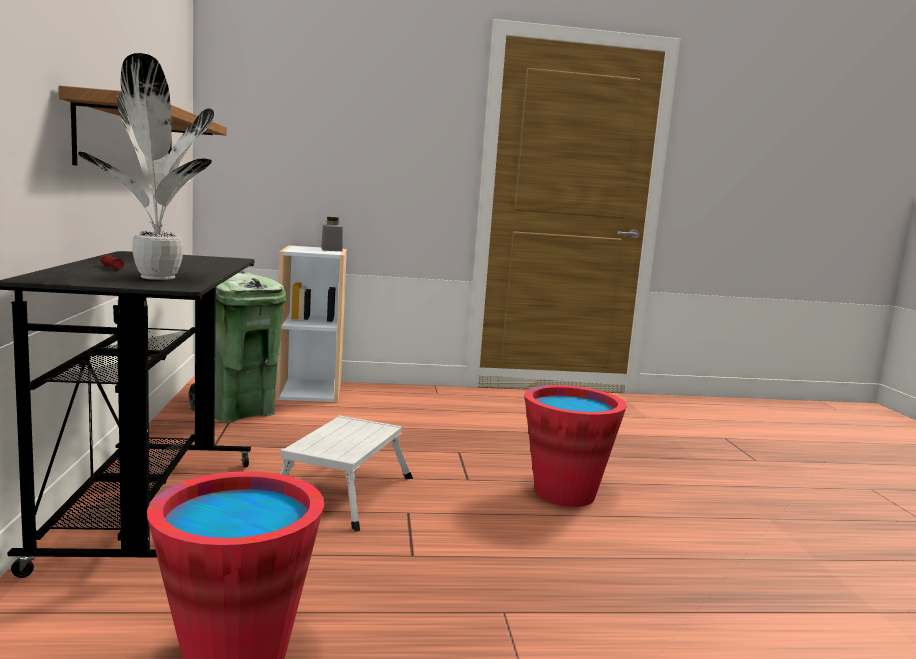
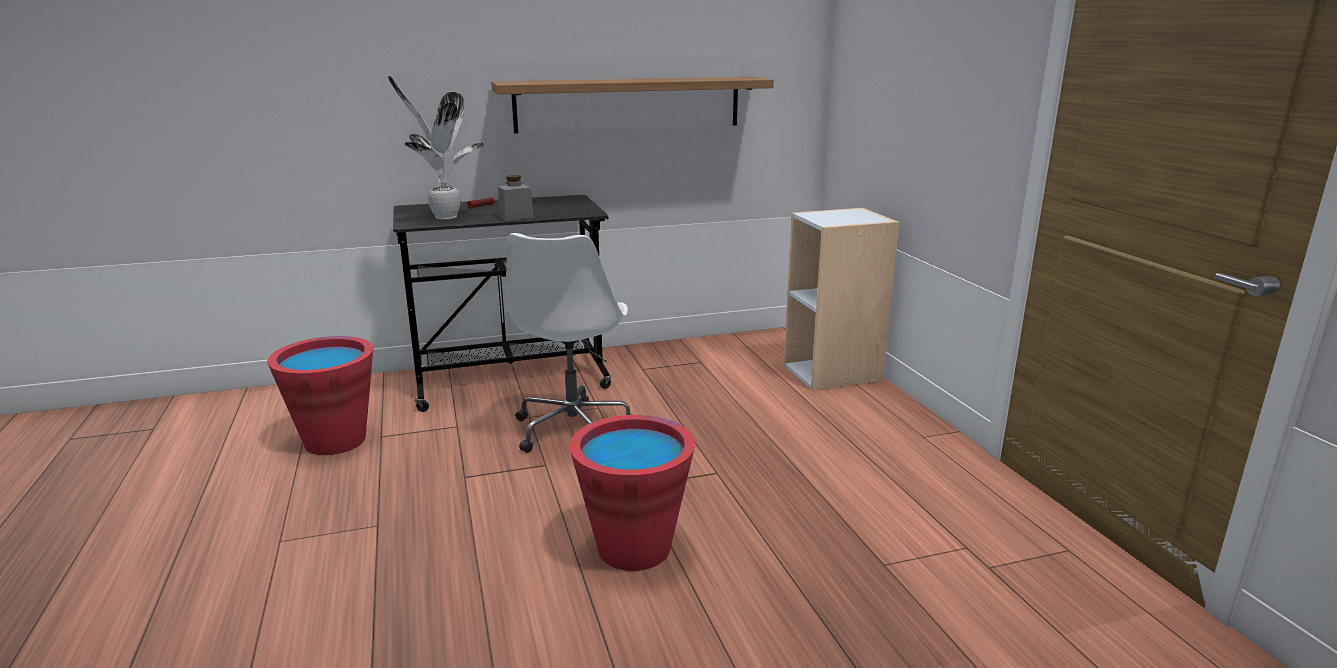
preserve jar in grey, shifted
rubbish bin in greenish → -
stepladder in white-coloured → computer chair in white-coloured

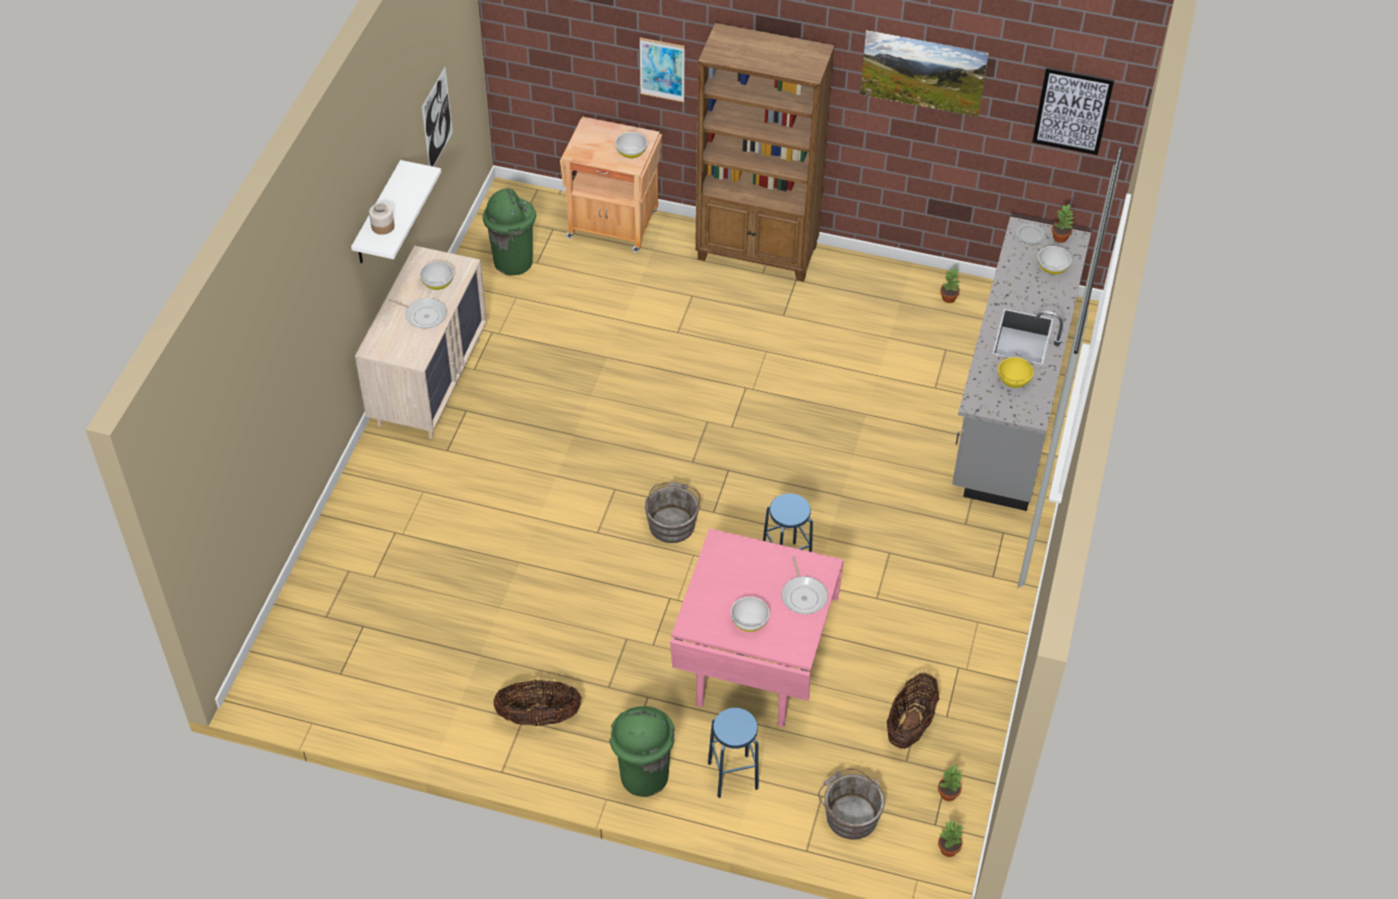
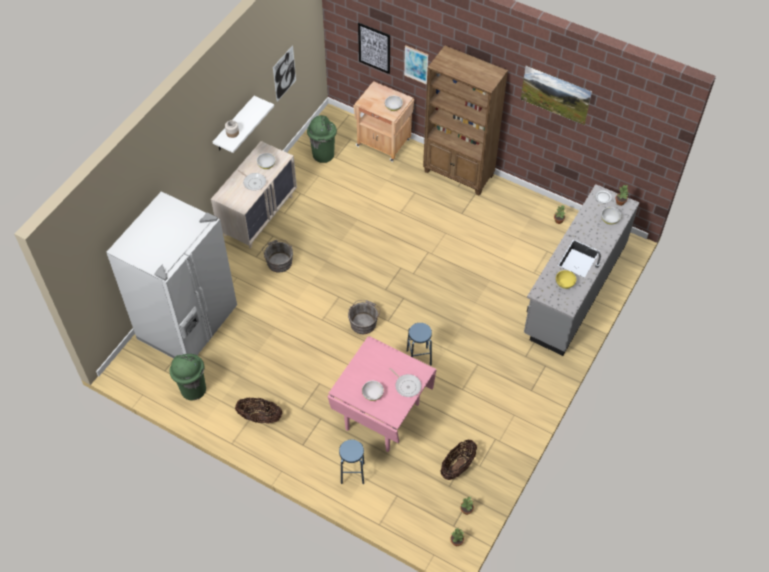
picture (no. 4 from left in the first image) → picture (no. 2 from left), shifted
skillet (no. 2 from left), 45 degrees counterclockwise
rubbish bin in greenish (no. 2 from left in the first image) → rubbish bin in greenish (no. 1 from left), shifted
bucket in grey (no. 2 from left in the first image) → bucket in grey (no. 1 from left), shifted
- → fridge in white-coloured

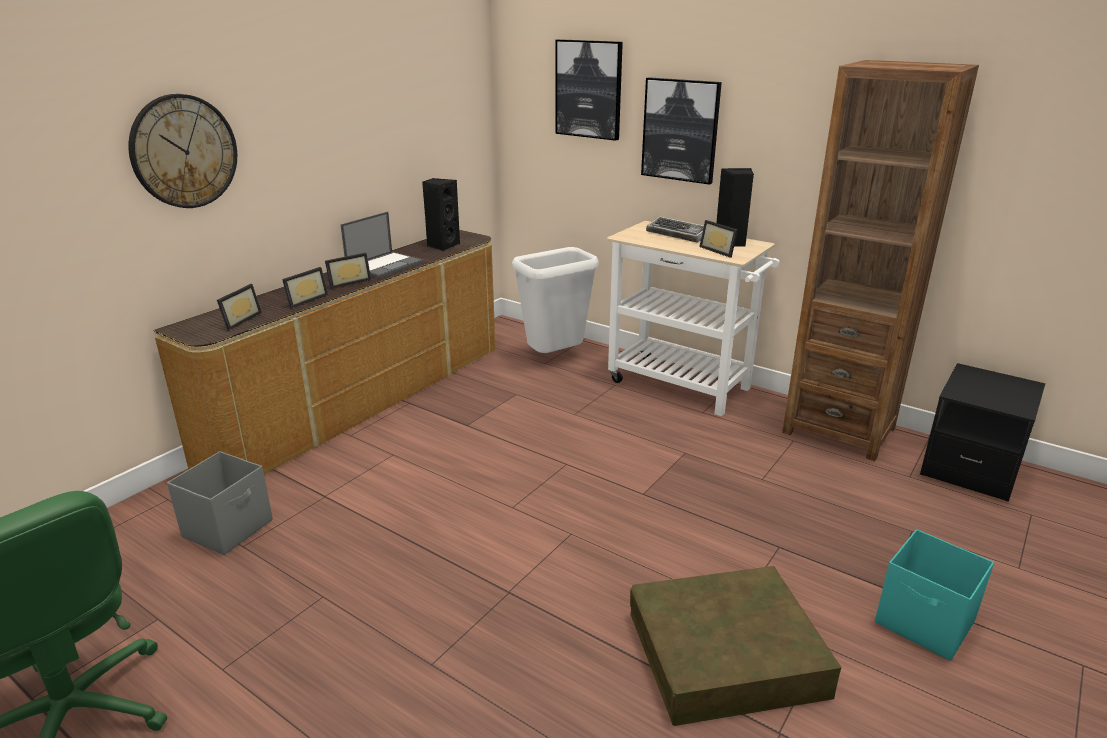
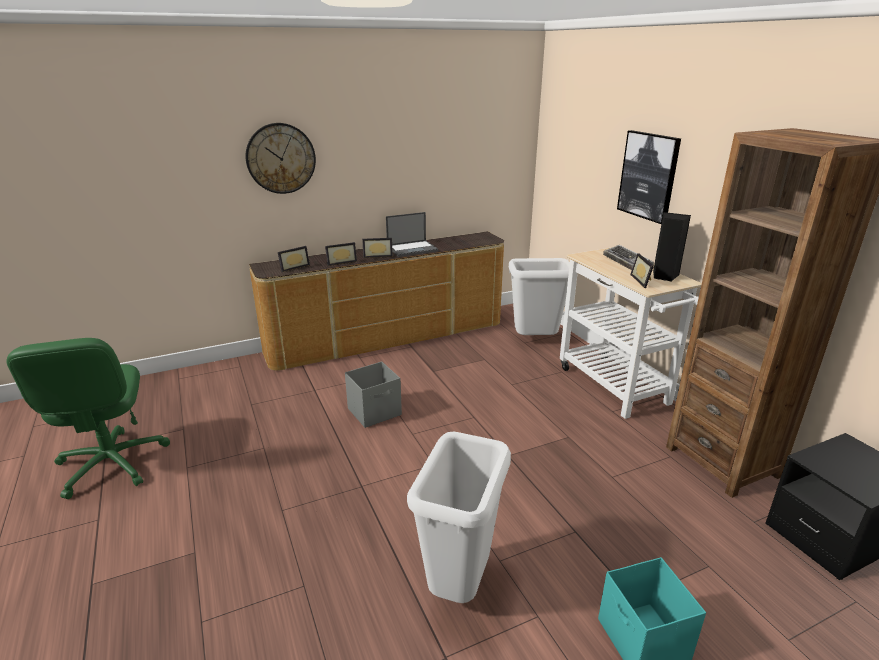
picture (no. 1 from left) → -
speaker in black-coloured (no. 1 from left) → -
storage bin in grey, shifted
storage bin in brown → rubbish bin in white-coloured (no. 1 from left)

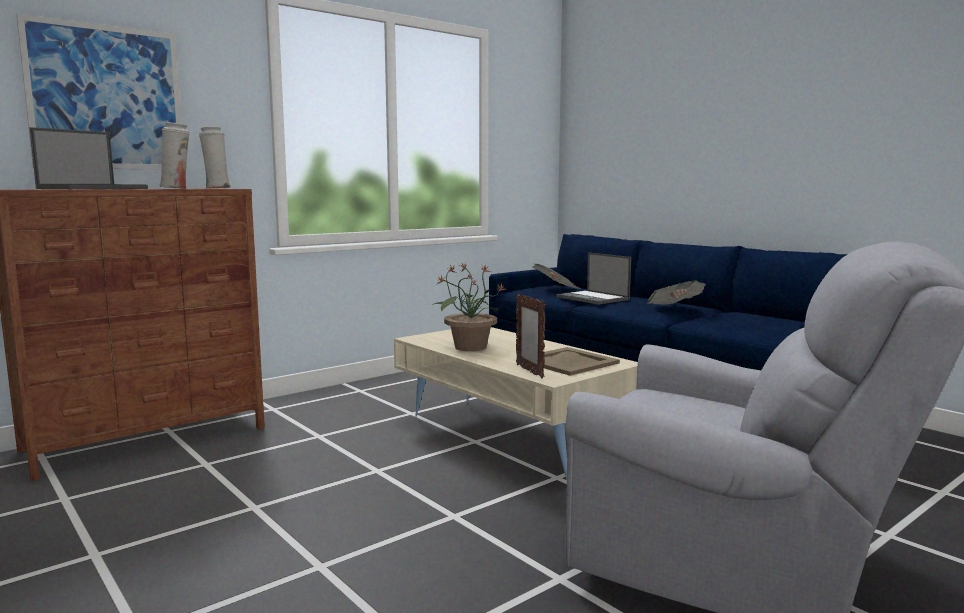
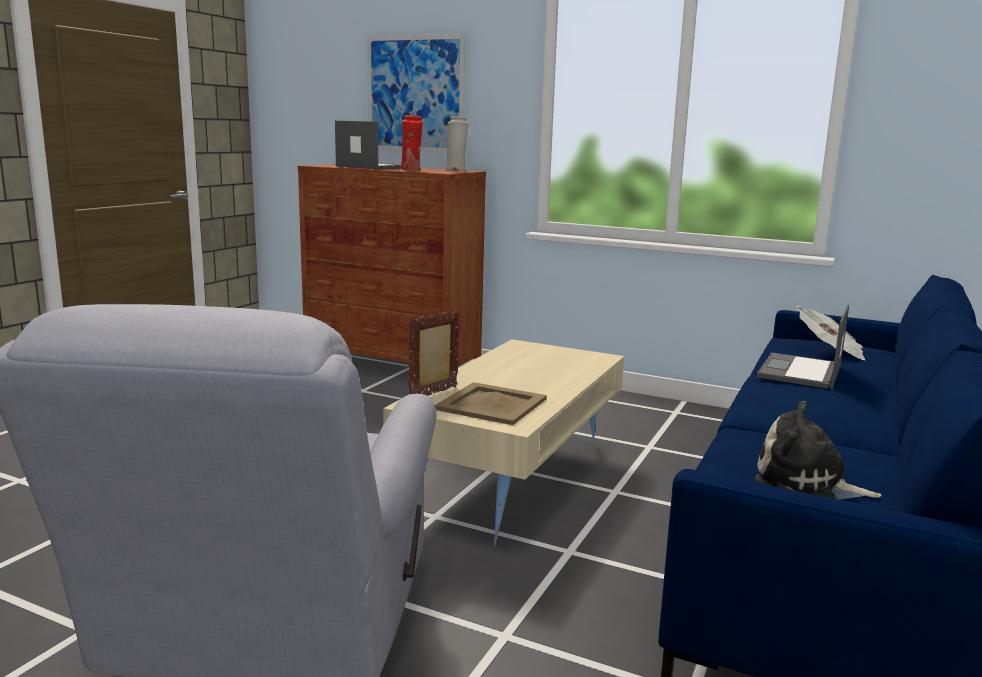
vase in white-coloured (no. 1 from left) → vase in red
laptop (no. 1 from left), 150 degrees counterclockwise
potted plant → -
printed paper (no. 2 from left) → -
- → cuddly toy

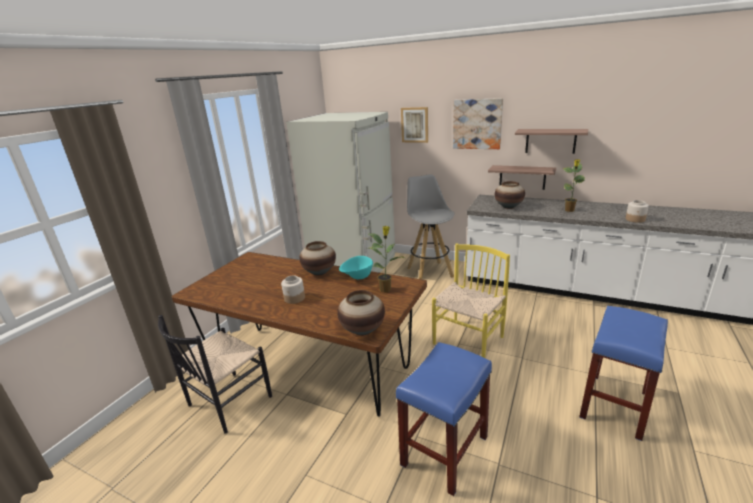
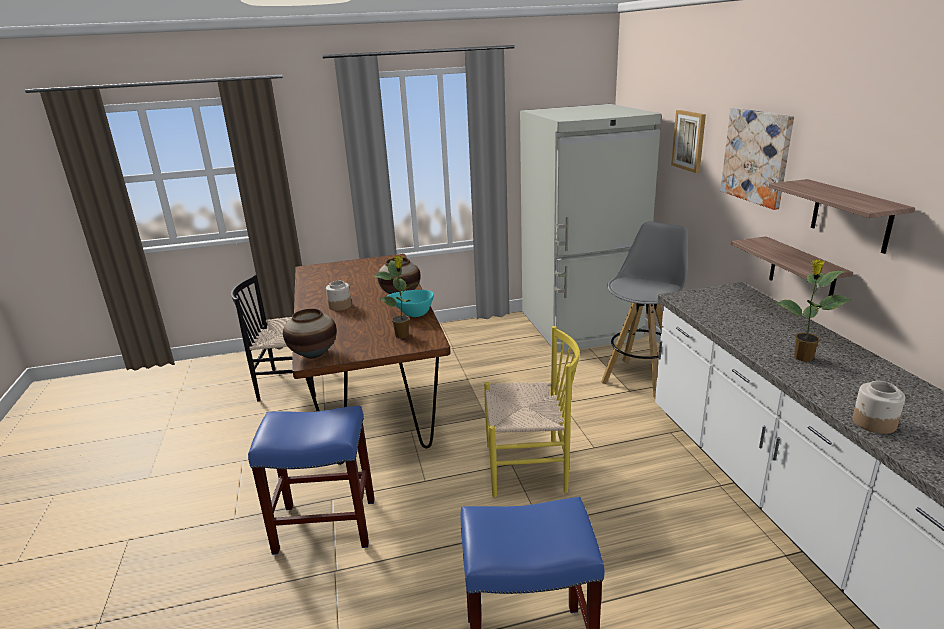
vase (no. 3 from left) → -

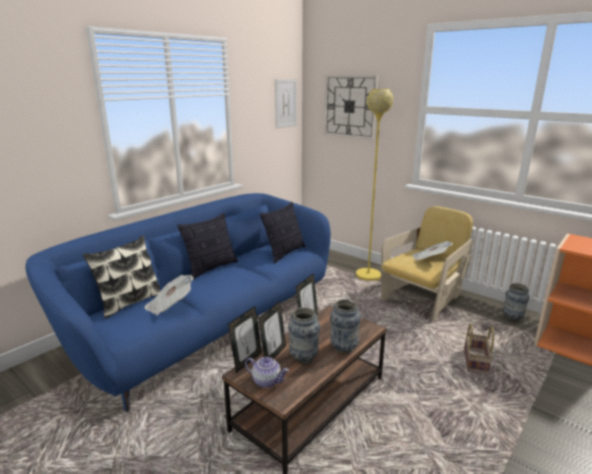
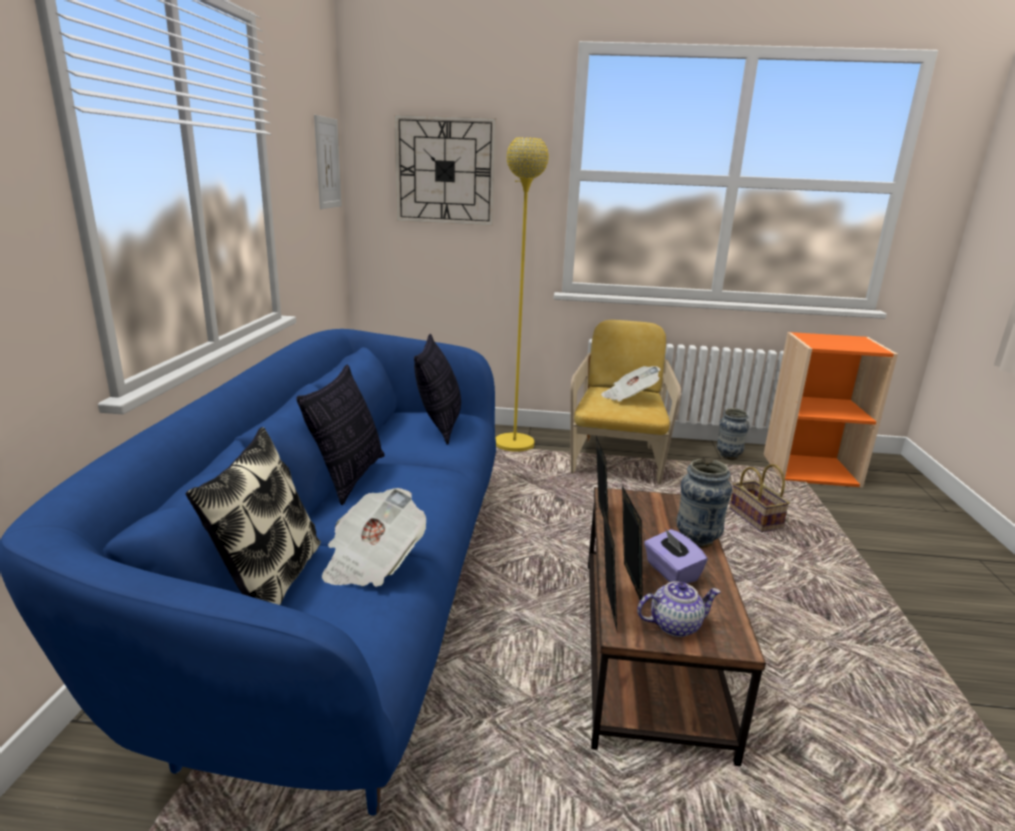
vase (no. 1 from left) → tissue box in purplish

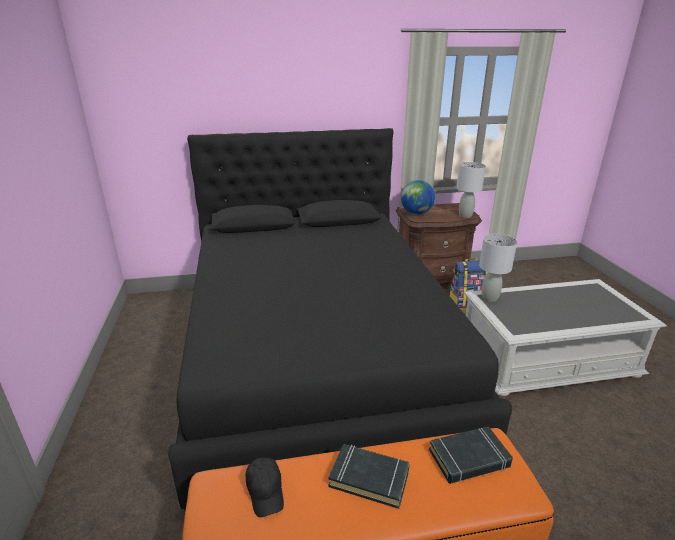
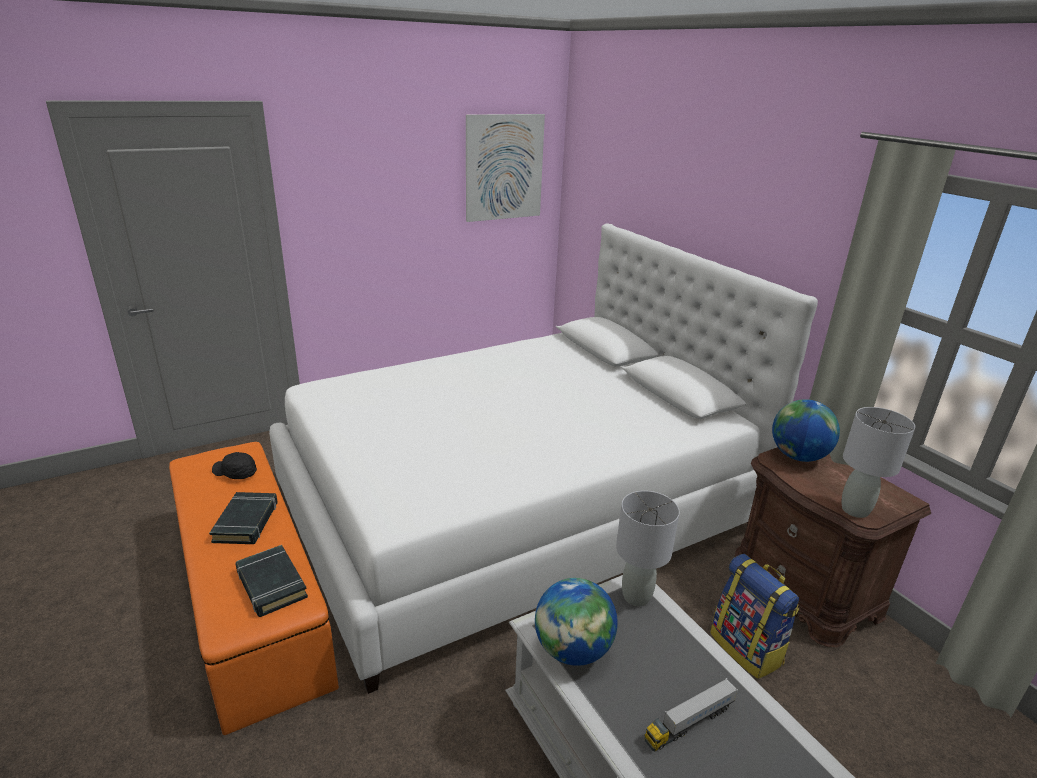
bed in black-coloured → bed in white-coloured
peaked cap in black-coloured, 60 degrees clockwise
- → picture
- → globe (no. 1 from left)
- → model truck

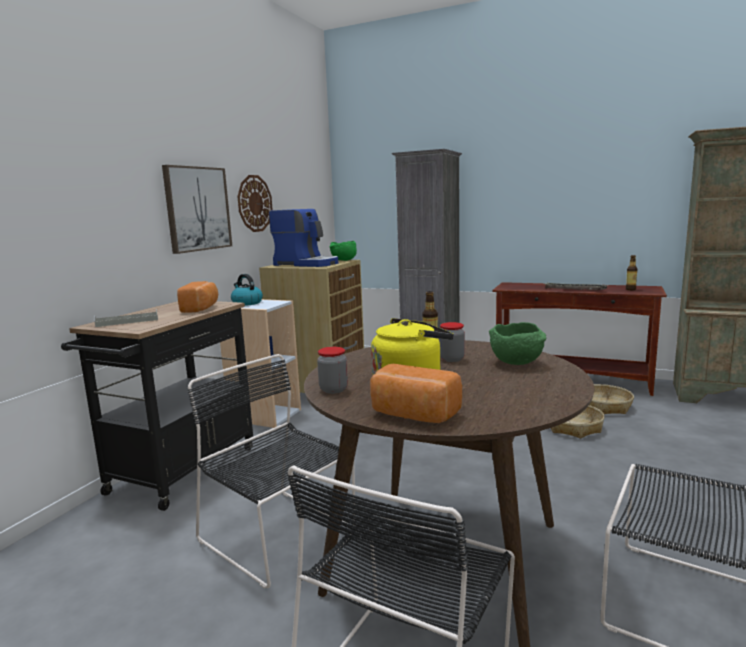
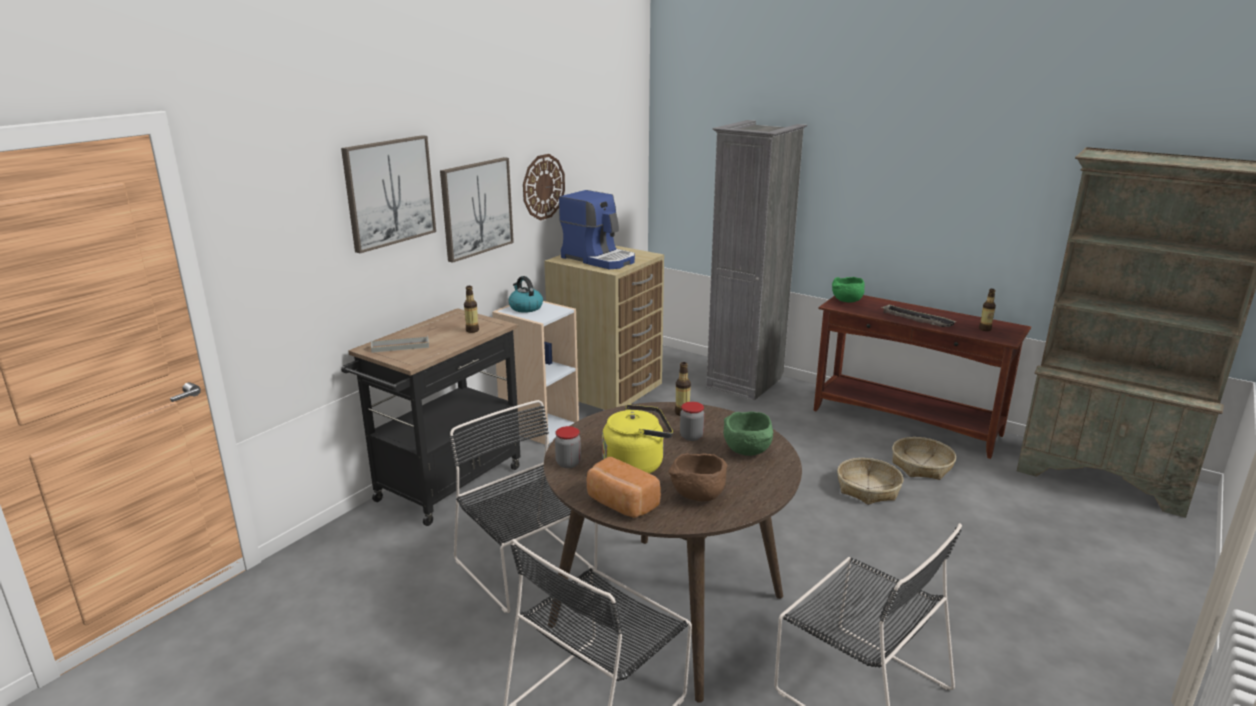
deep dish in greenish (no. 1 from left in the first image) → deep dish in greenish (no. 2 from left), shifted
bread (no. 1 from left) → beverage bottle (no. 1 from left)
- → picture (no. 1 from left)
- → deep dish in brown

